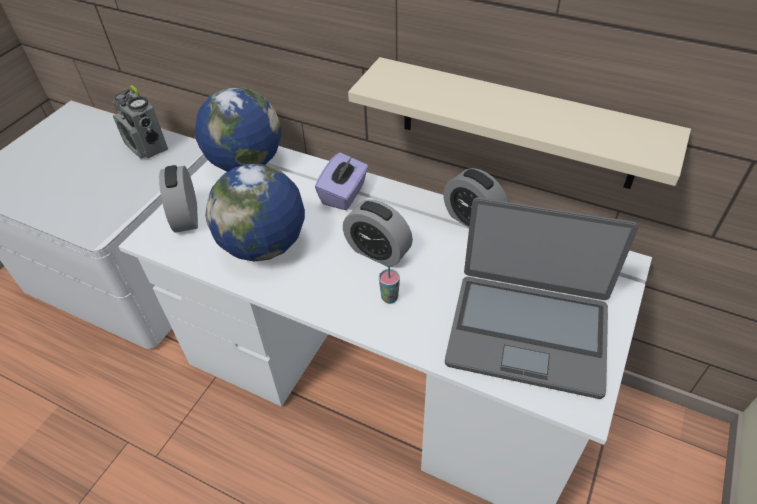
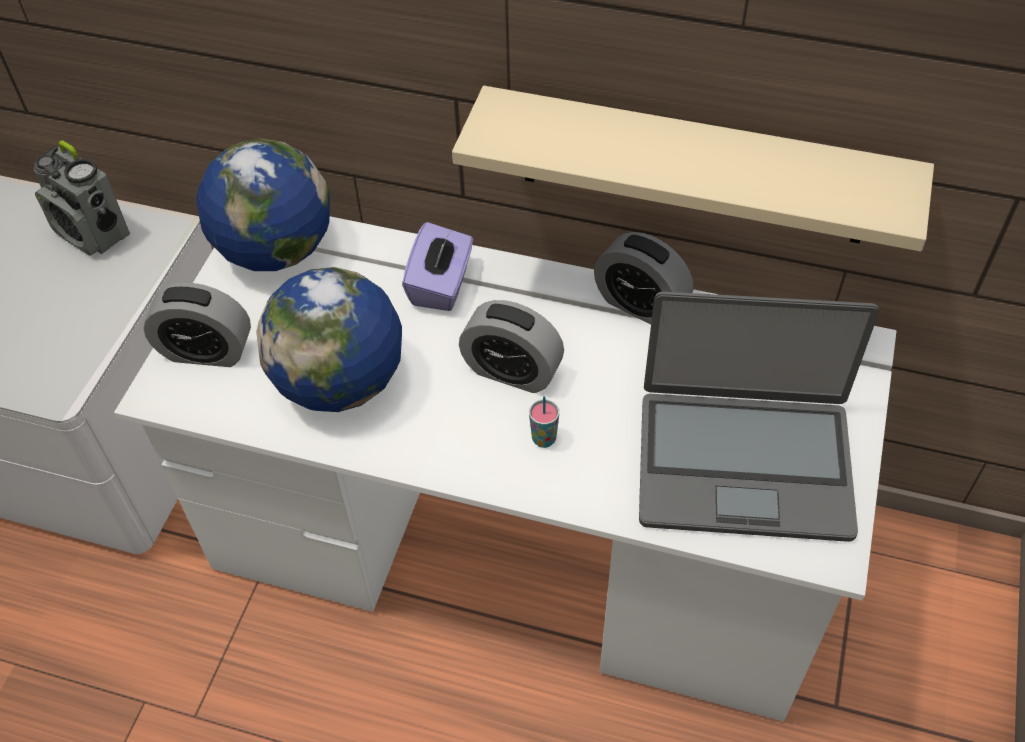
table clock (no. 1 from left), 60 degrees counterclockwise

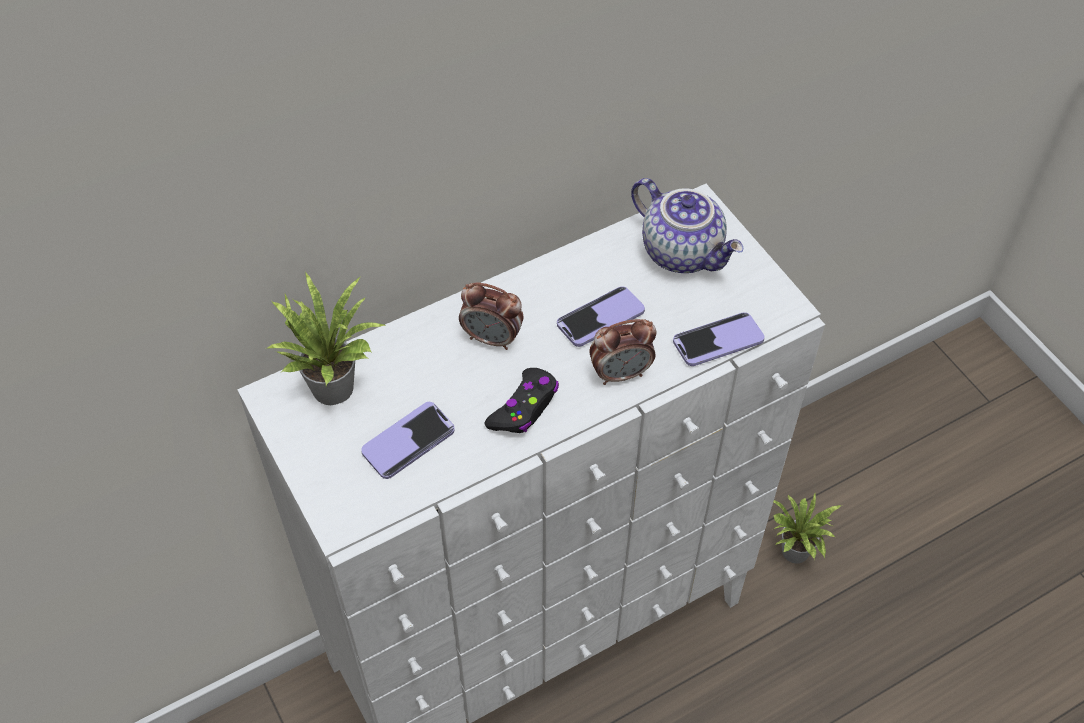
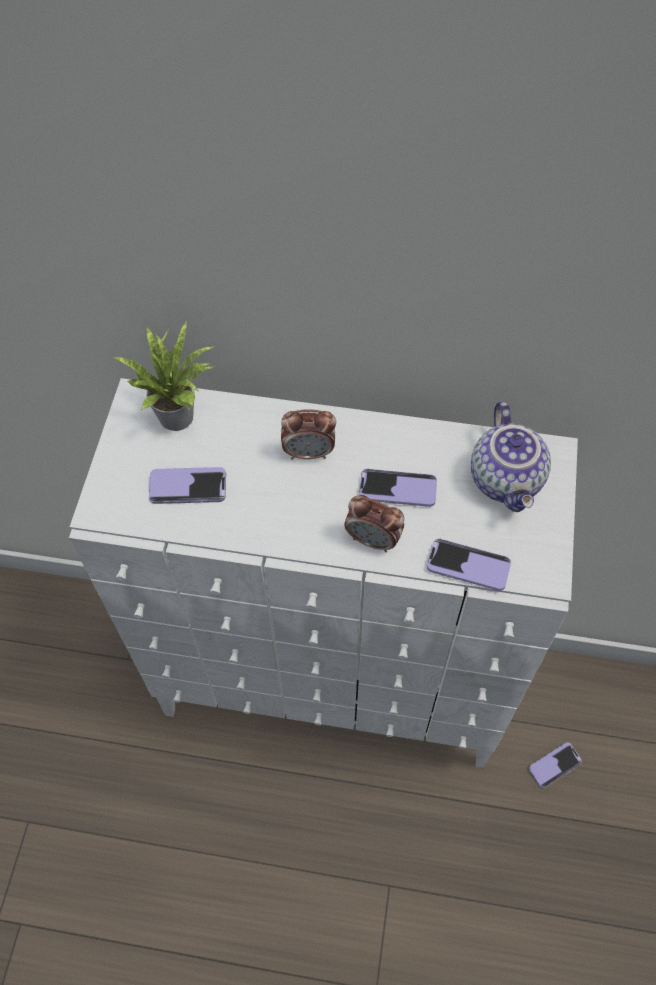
table clock (no. 1 from left), 60 degrees counterclockwise
joypad in black-coloured → -
potted plant (no. 2 from left) → handset (no. 4 from left)

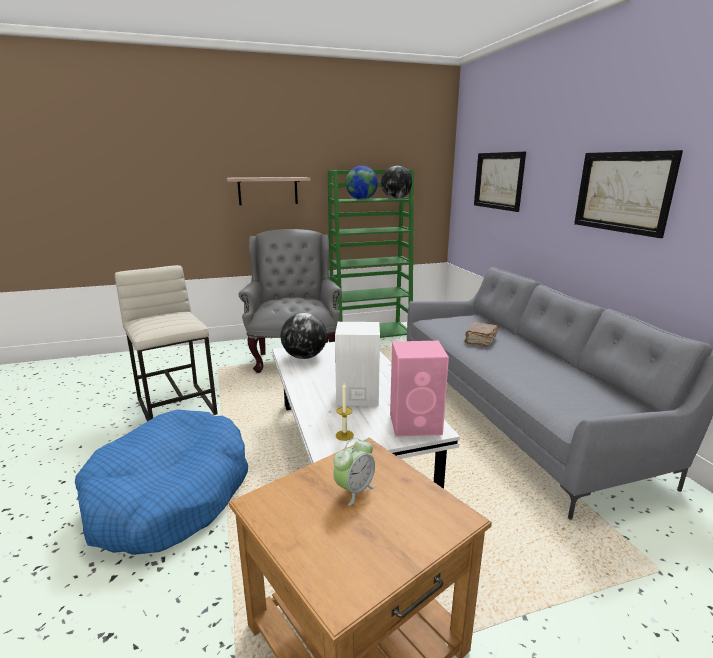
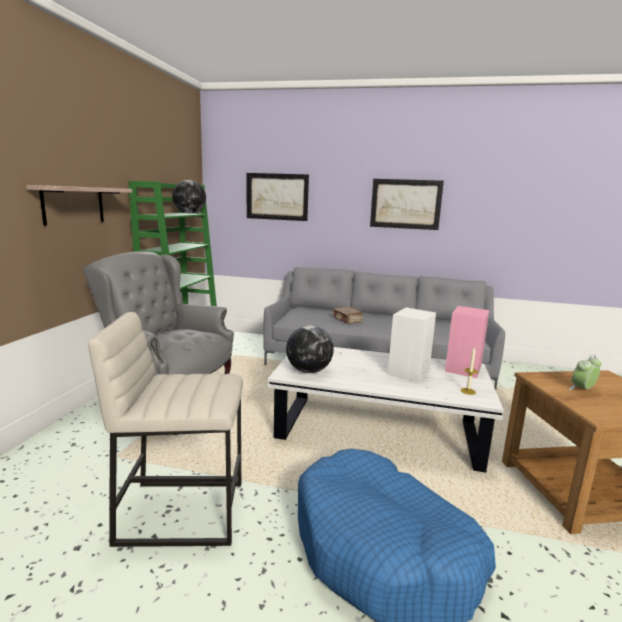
globe (no. 2 from left) → -
table clock, 105 degrees counterclockwise

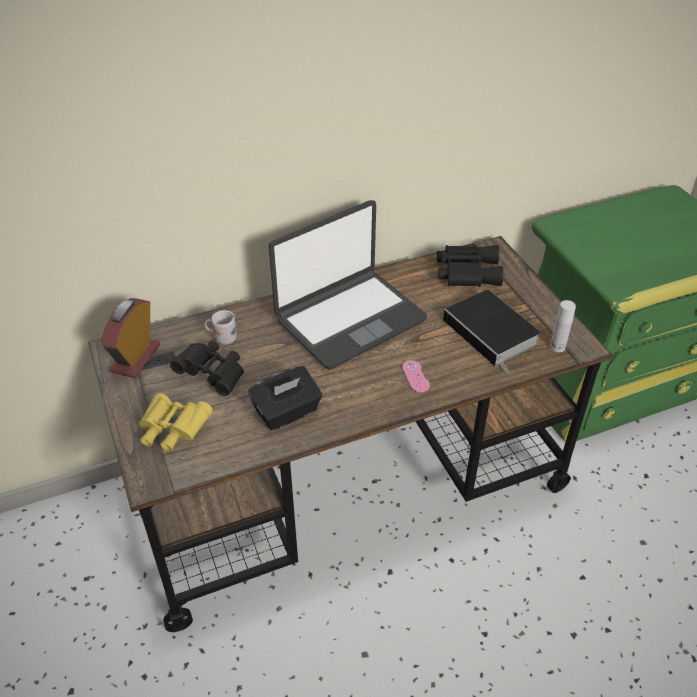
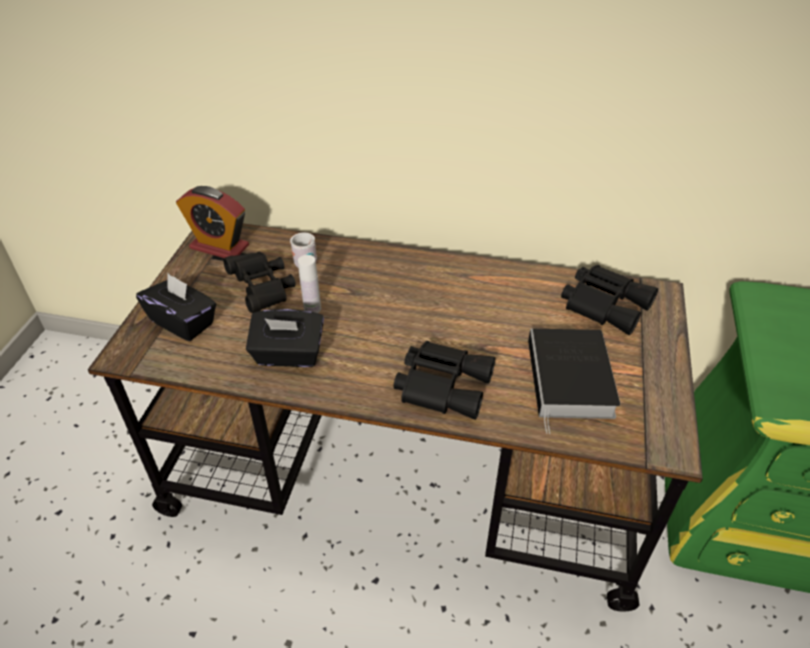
laptop → -
table clock, 120 degrees counterclockwise
beverage bottle in white-coloured, shifted
joypad in pink → binoculars in black-coloured (no. 2 from left)
binoculars in yellow-coloured → tissue box in black-coloured (no. 1 from left)

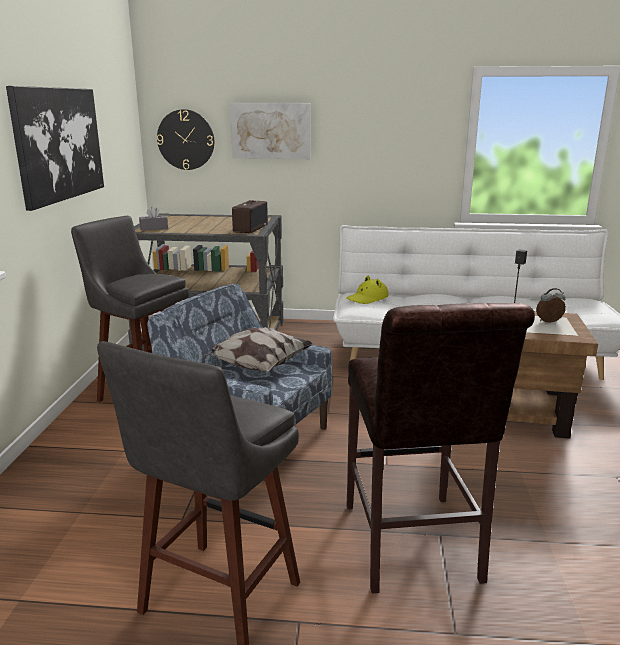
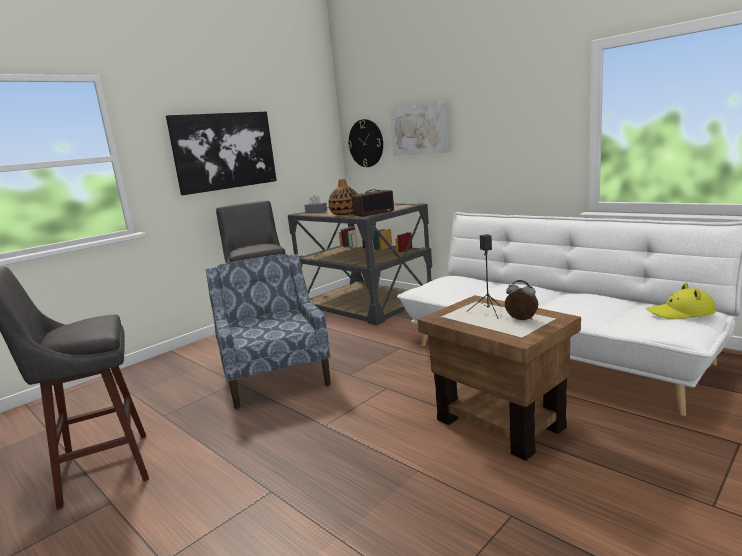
wearable hat in yellow-coloured, shifted
sitting stool in brown → -
cushion → -
- → vase

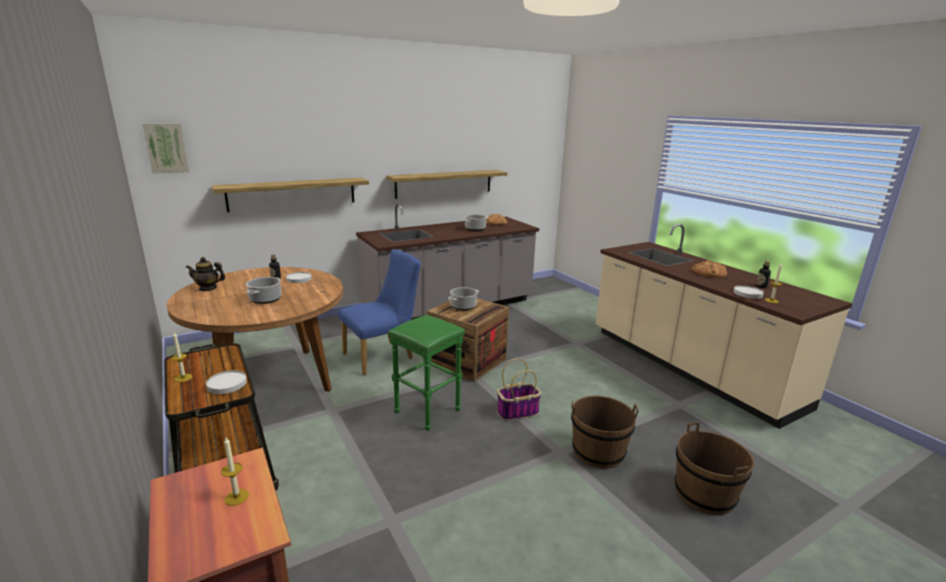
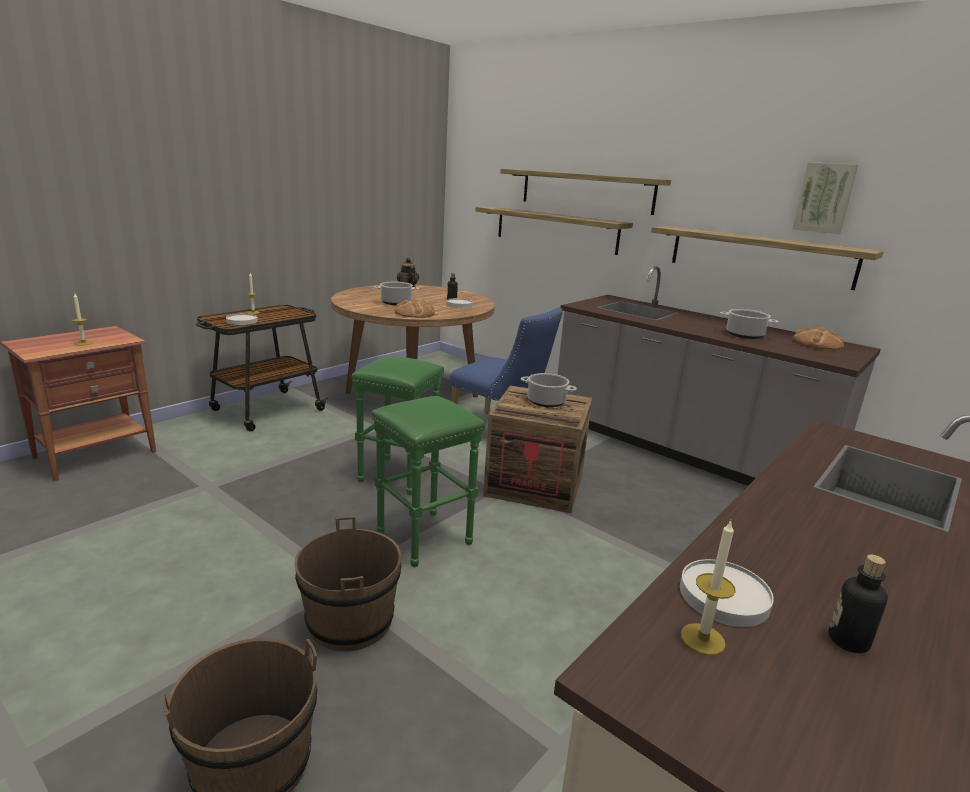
picture, shifted
bread (no. 2 from left in the first image) → bread (no. 1 from left), shifted
household basket → sitting stool in greenish (no. 2 from left)
- → bracket shelf (no. 2 from left)

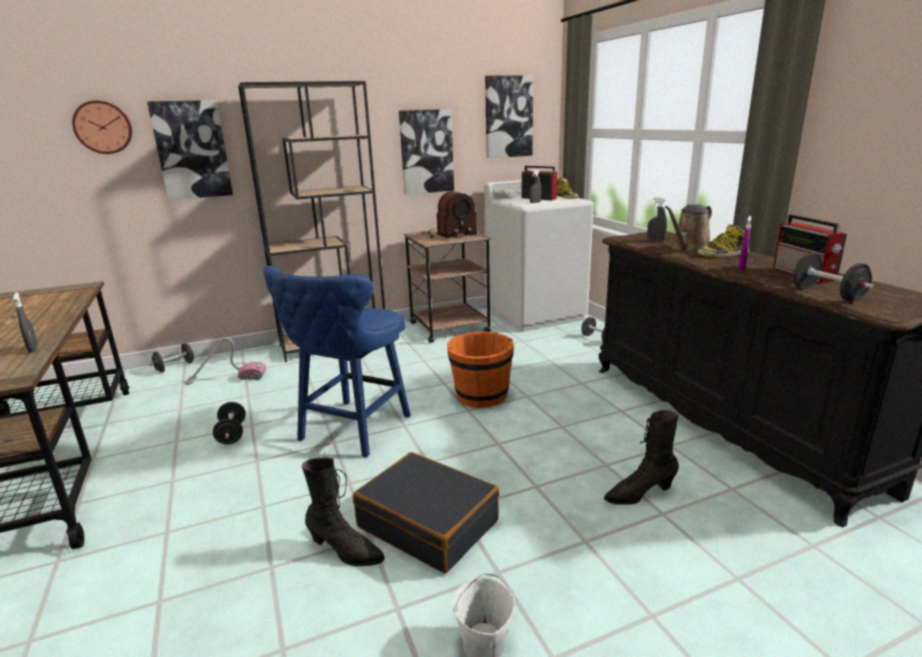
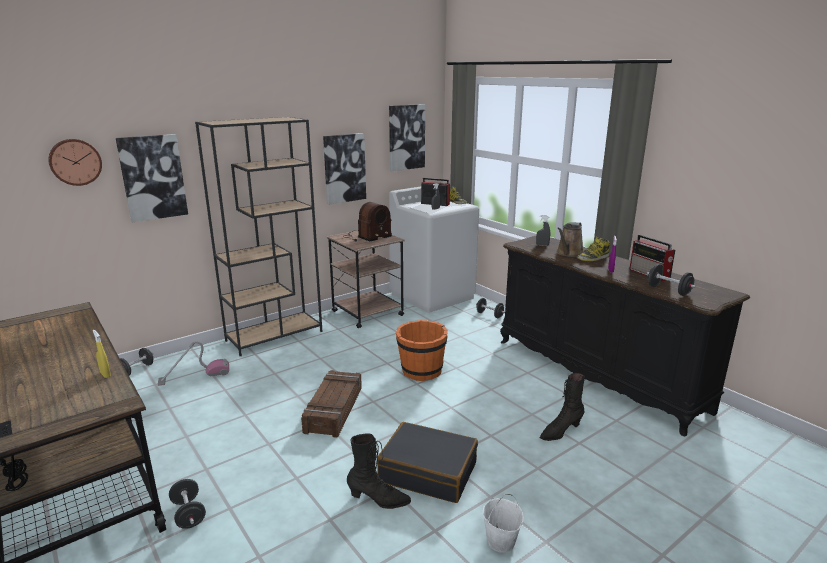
sitting stool in bluish → packing crate
hand sprayer in grey (no. 1 from left) → hand sprayer in yellow-coloured
hand weight in black-coloured (no. 2 from left), shifted

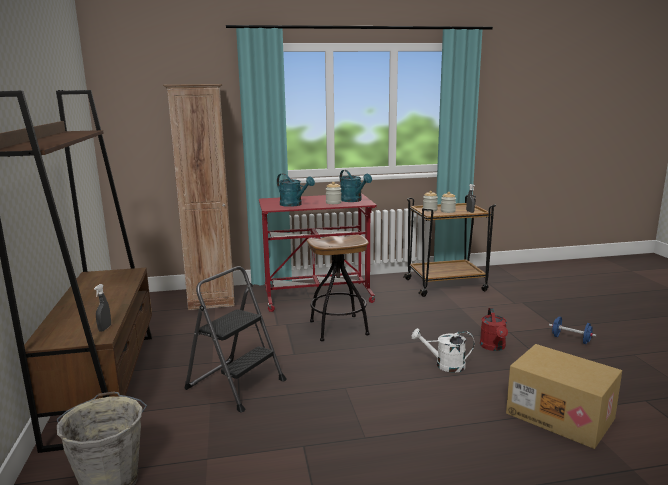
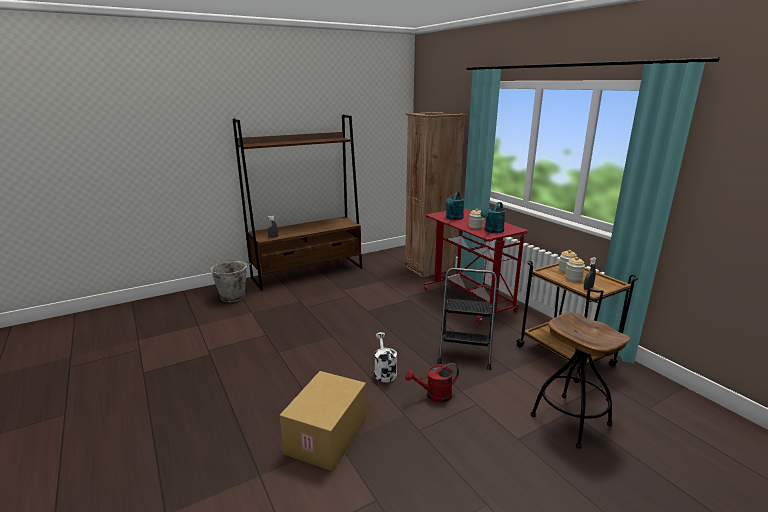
sitting stool in brown, shifted
stepladder in black-coloured, shifted
hand weight in bluish → -

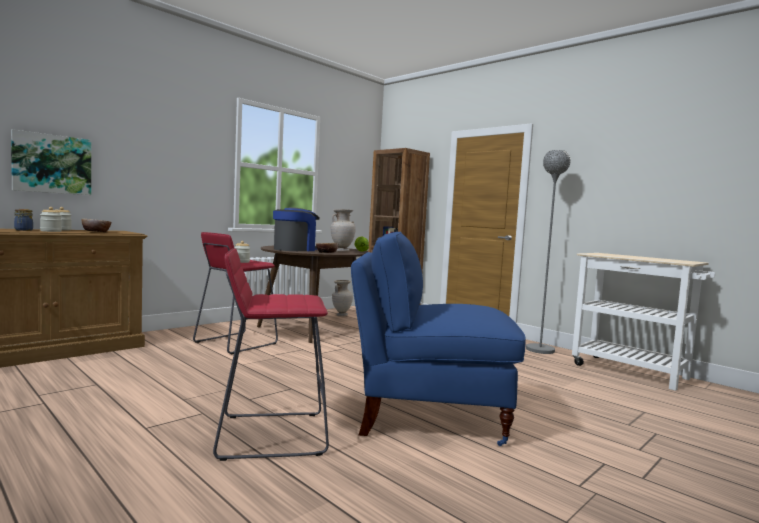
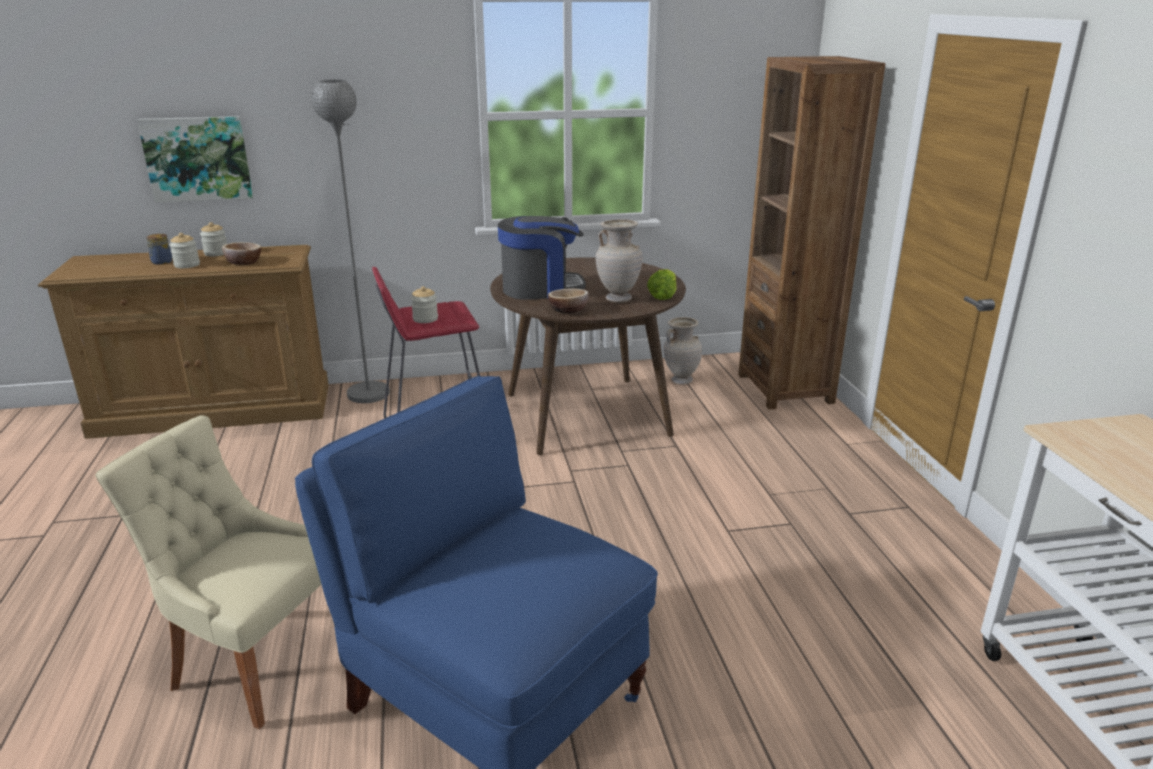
standing lamp in grey, shifted
sitting stool in red (no. 2 from left) → chair in sand-coloured

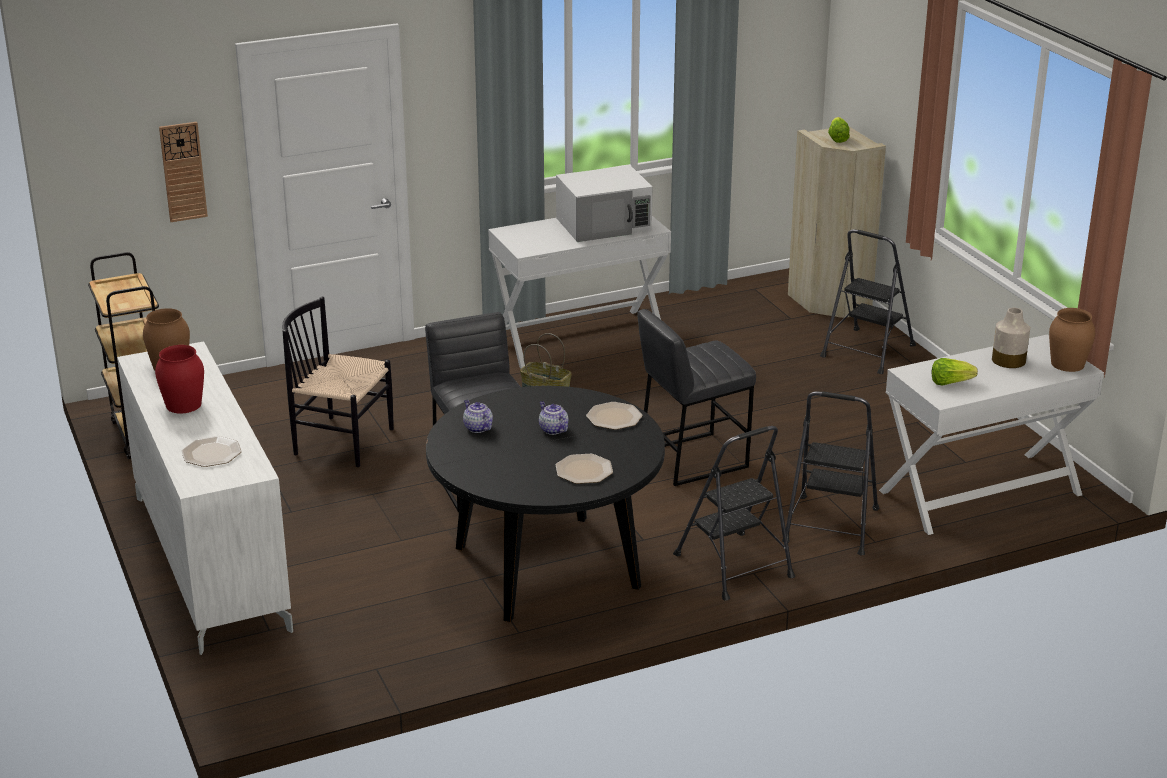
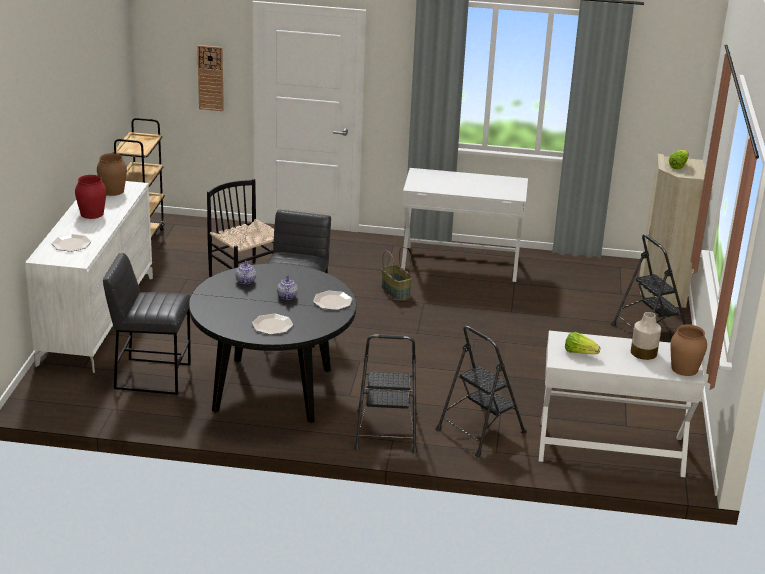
kitchen microwave in white-coloured → -
sitting stool in grey (no. 2 from left in the first image) → sitting stool in grey (no. 1 from left), shifted

